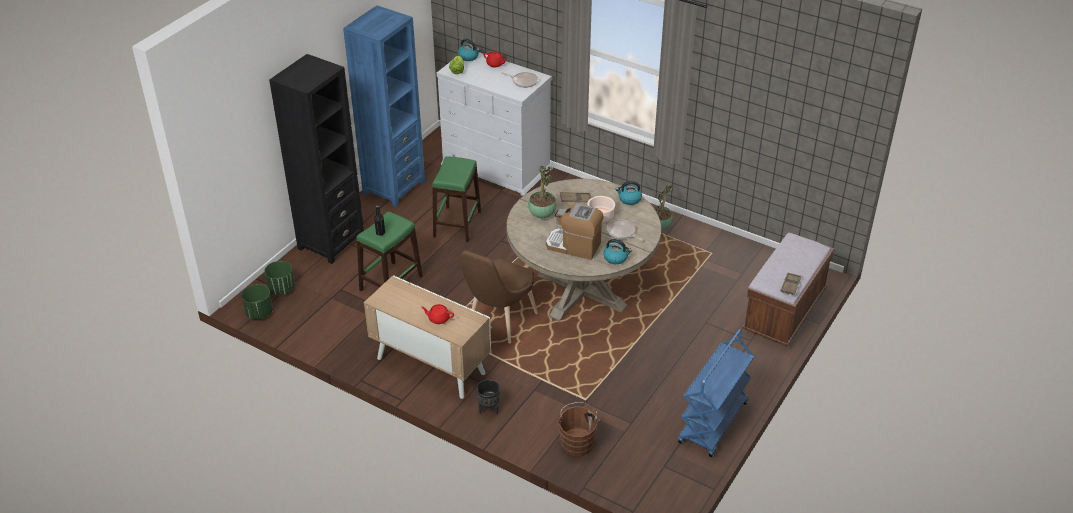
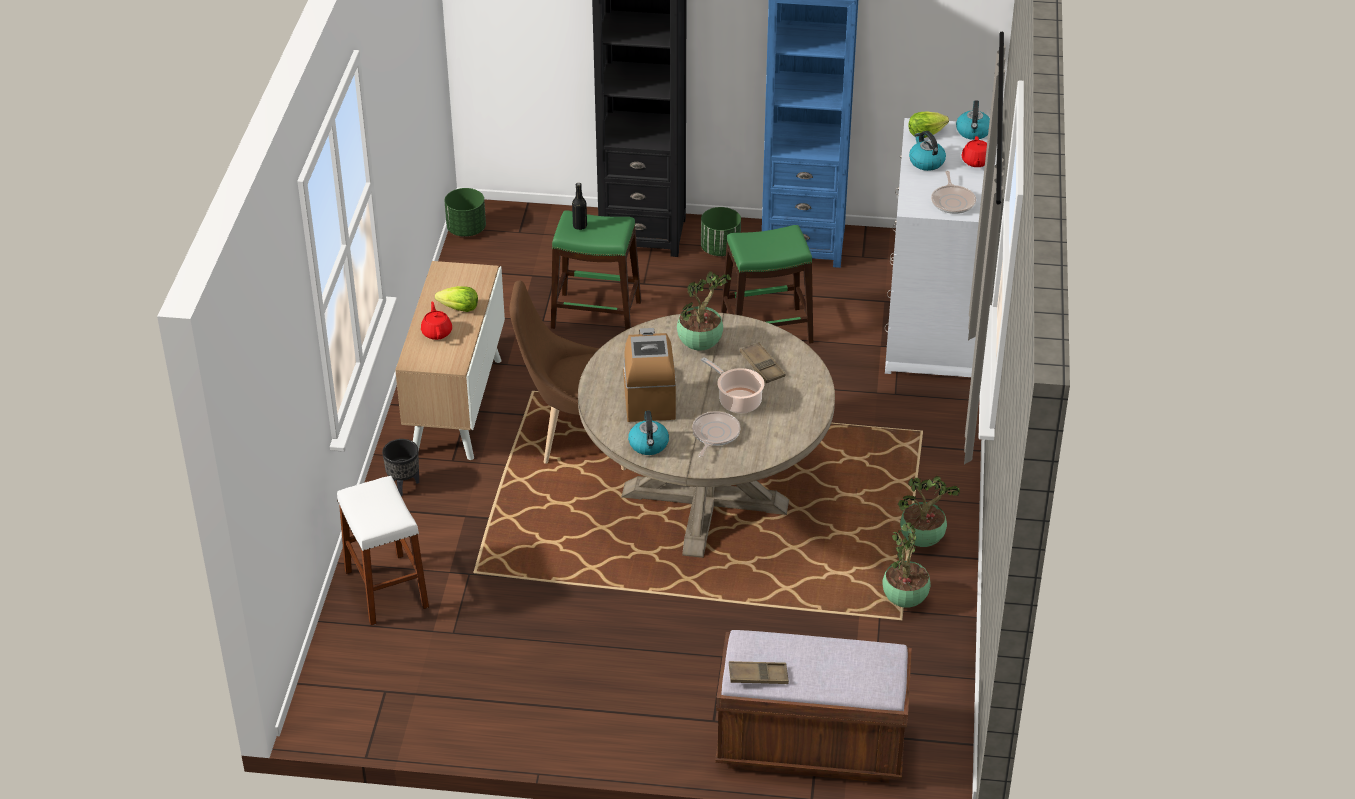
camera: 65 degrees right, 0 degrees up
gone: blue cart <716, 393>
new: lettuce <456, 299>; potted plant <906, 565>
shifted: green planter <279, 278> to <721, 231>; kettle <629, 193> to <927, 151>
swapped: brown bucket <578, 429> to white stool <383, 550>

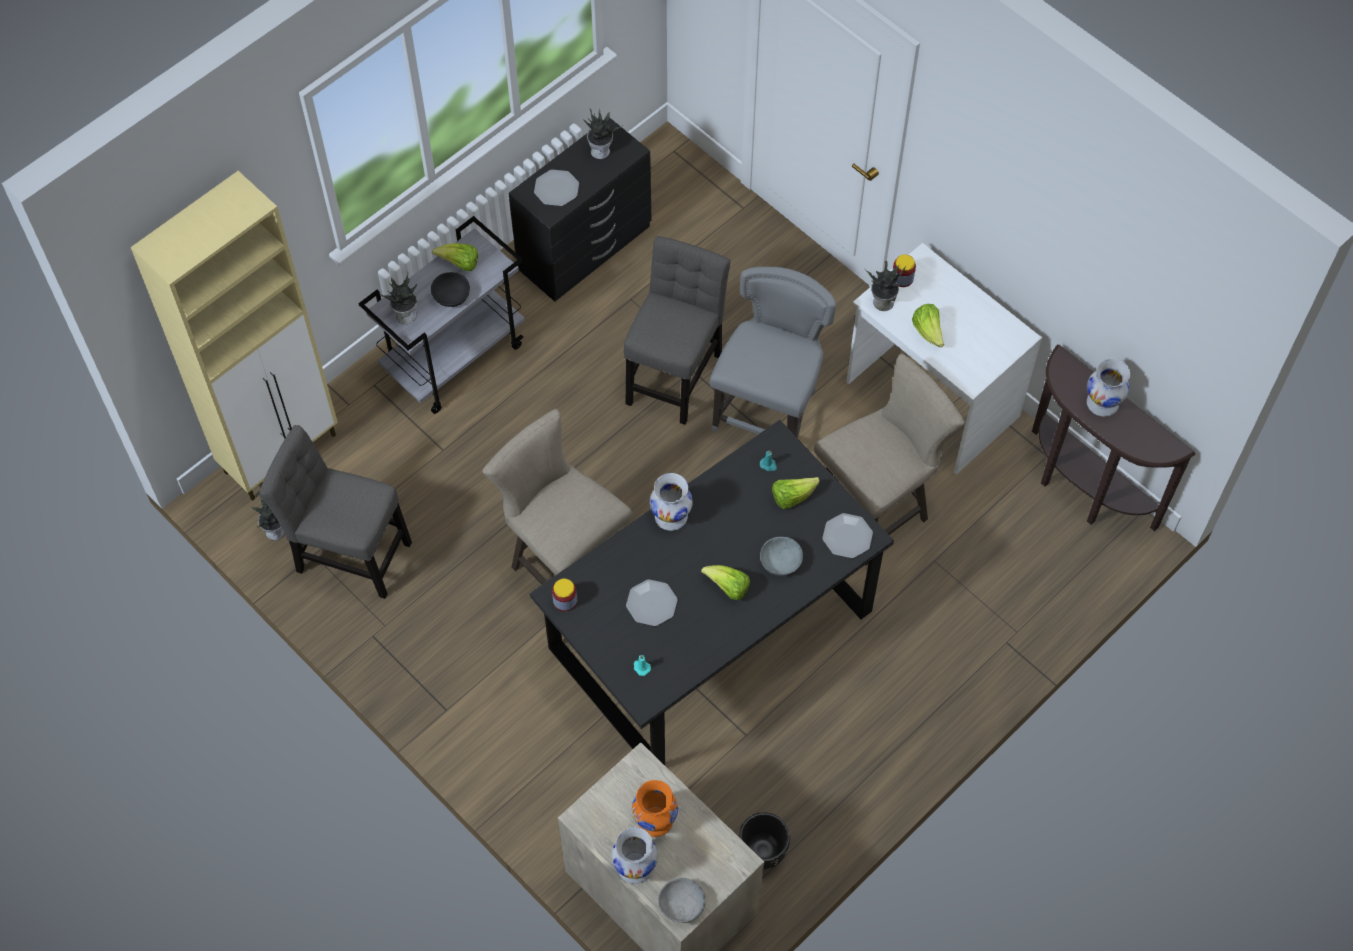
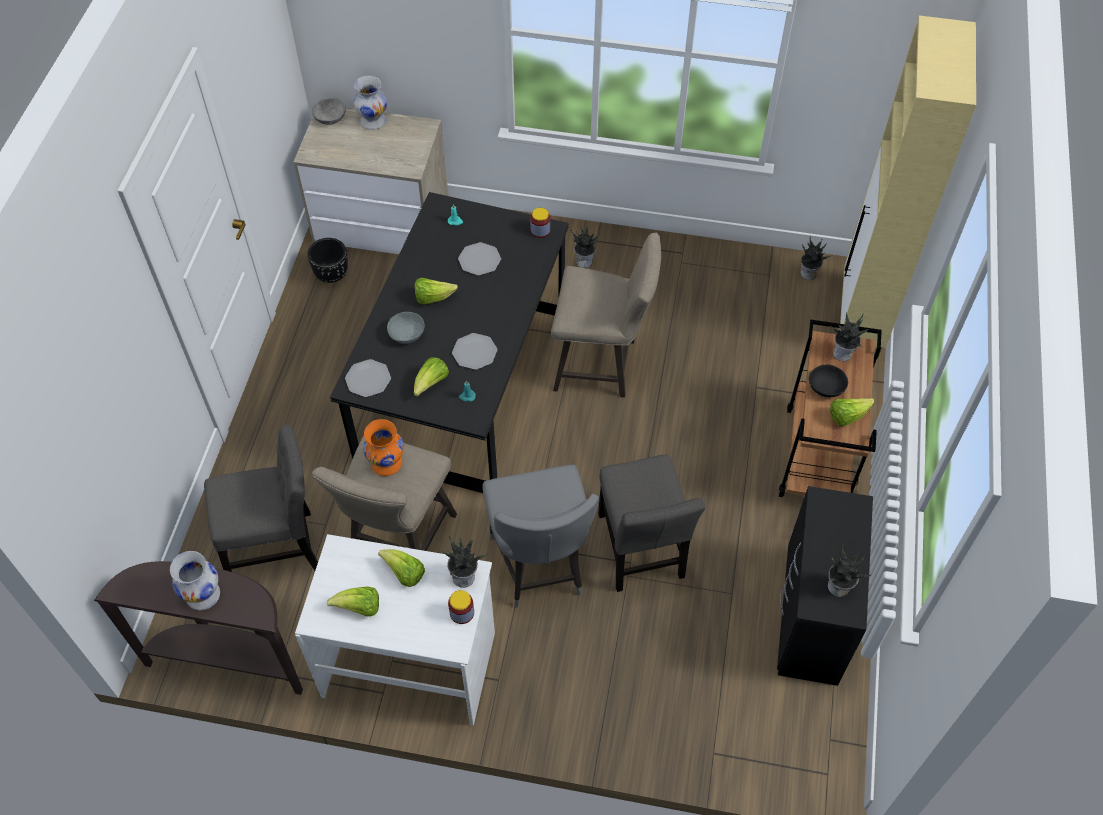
camera: 145 degrees right, 5 degrees down
gone: white vase <671, 502>
new: lettuce <353, 602>; potted plant <585, 247>
shifted: grey chair <335, 512> to <261, 498>; plate <556, 188> to <474, 351>; orange vase <655, 808> to <383, 447>
repainted: grey cart <441, 315> to brown cart <830, 408>

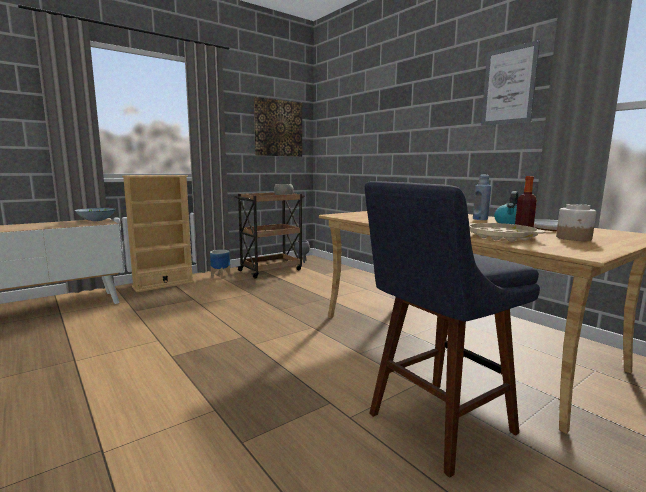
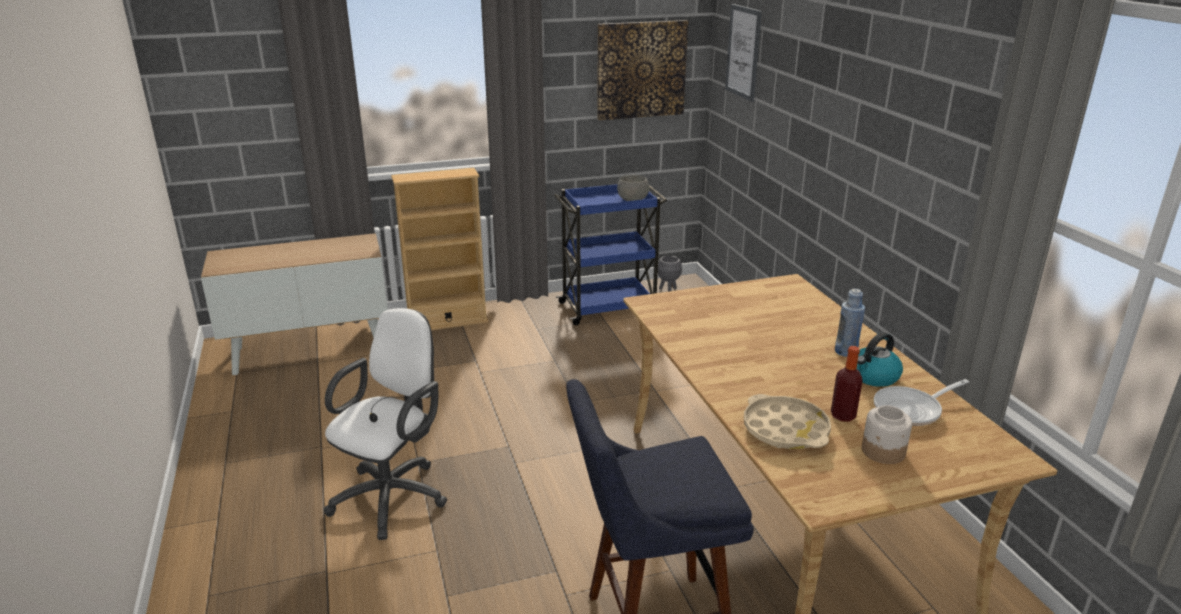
camera: 20 degrees right, 15 degrees up
gone: bowl <95, 214>; planter <220, 264>
new: white office chair <385, 424>
shifted: picture <510, 83> to <743, 53>
repainted: brown cart <269, 236> to blue cart <610, 254>

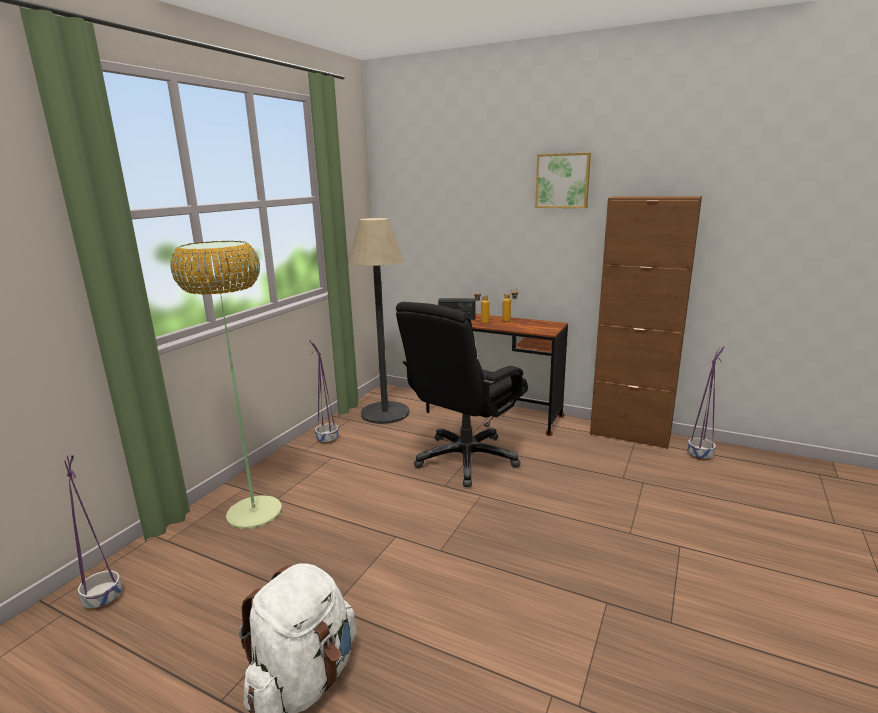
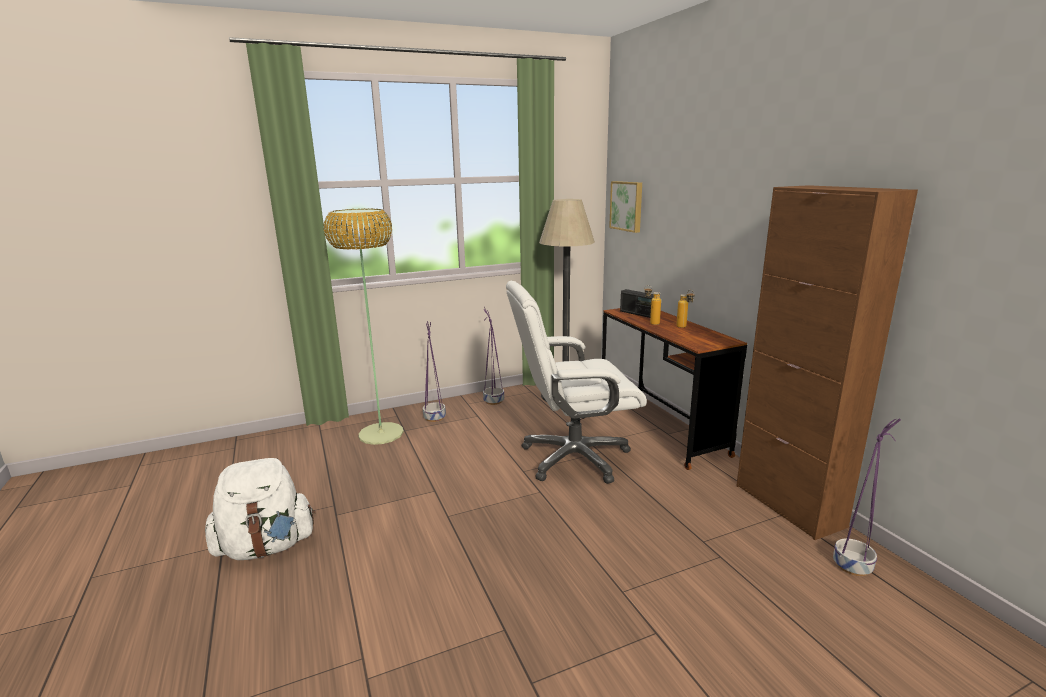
camera: 40 degrees right, 0 degrees up
shifted: purple planter <93, 532> to <434, 371>; picture <563, 180> to <625, 207>
repainted: black office chair <462, 394> to white office chair <576, 382>

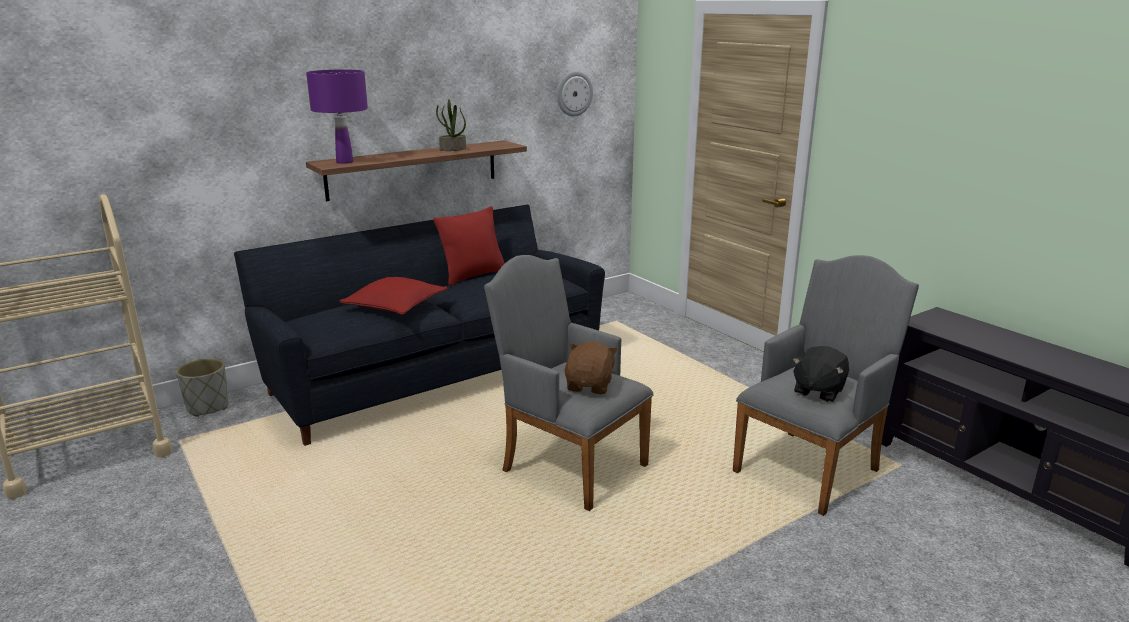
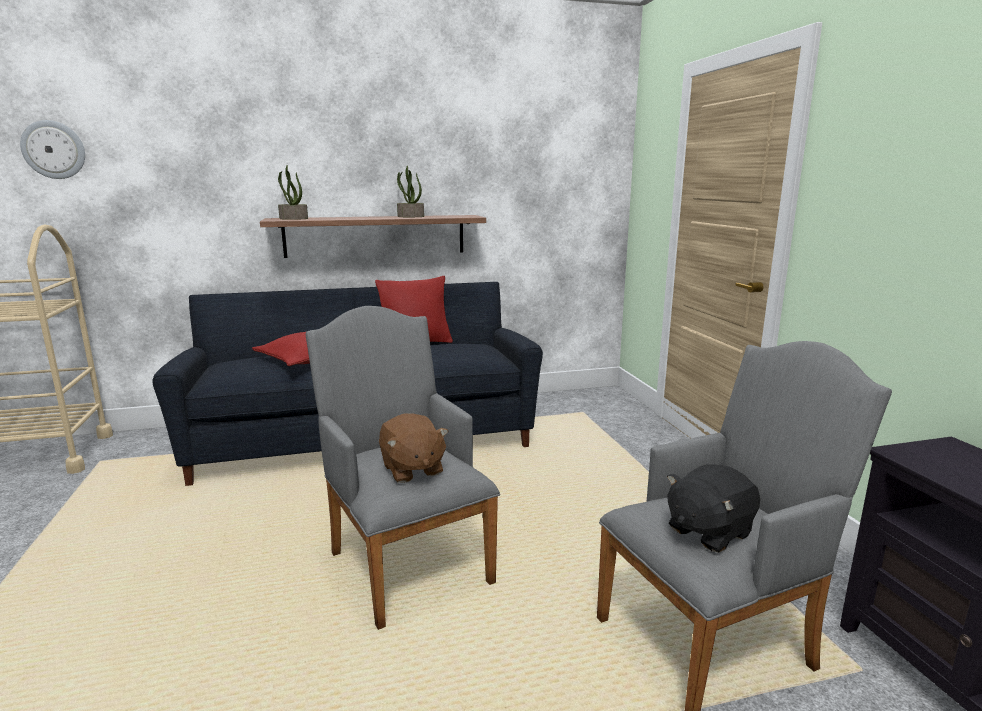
camera: 20 degrees right, 5 degrees down
gone: grey planter <202, 387>
shifted: wall clock <575, 94> to <52, 149>
swapped: purple table lamp <337, 117> to potted plant <293, 192>
rotated: brown plush toy <591, 367> = <413, 448> 120 degrees clockwise

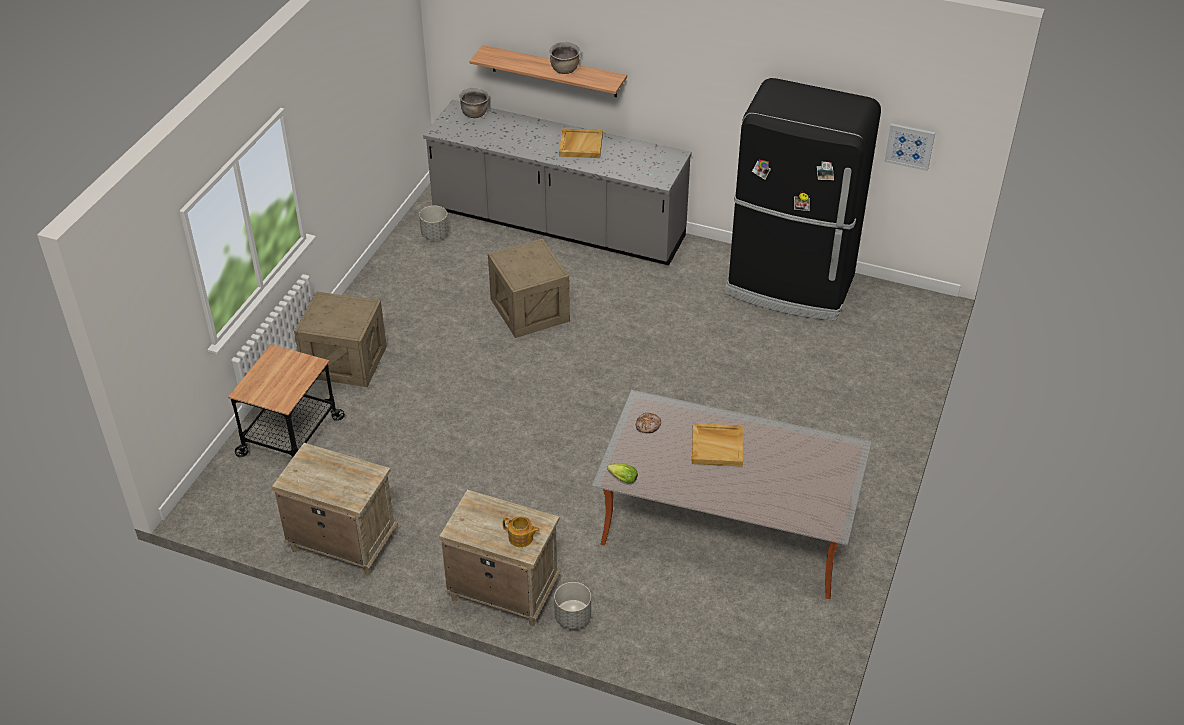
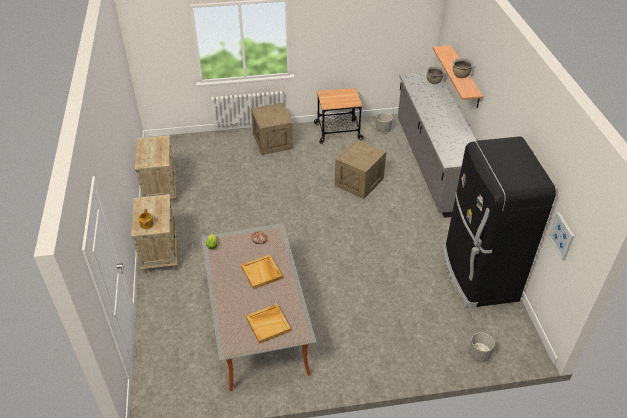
camera: 60 degrees right, 0 degrees up
shifted: cart <286, 400> to <339, 116>; grey planter <572, 605> to <482, 347>; beige tray <581, 143> to <268, 324>

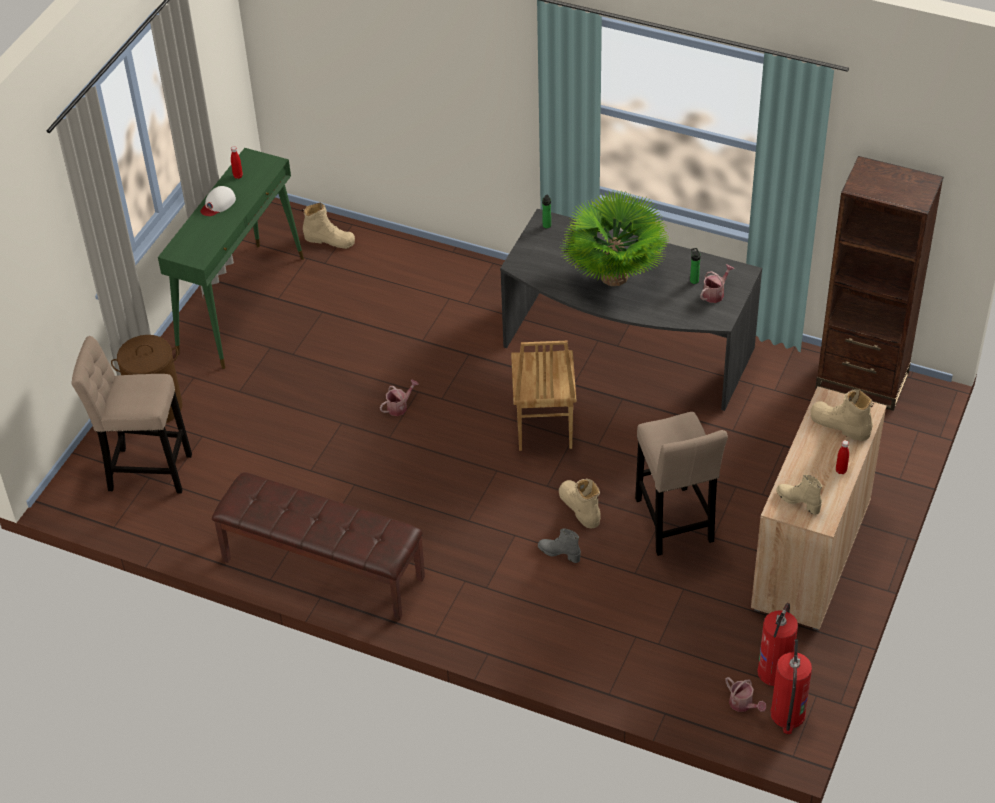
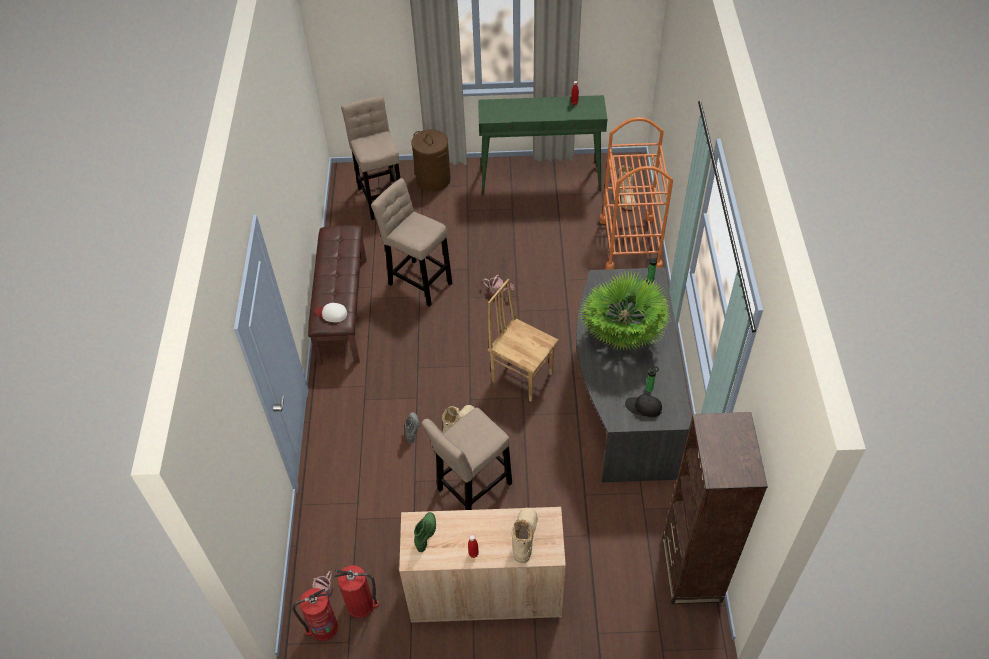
camera: 65 degrees right, 5 degrees up
new: beige stool <411, 242>; orange cart <636, 193>
shifted: white cap <218, 201> to <331, 312>
swapped: watering can <717, 283> to black cap <643, 405>
repainted: beige boot <799, 495> to green boot <425, 532>
rotated: brown chair <543, 396> = <523, 340> 60 degrees clockwise

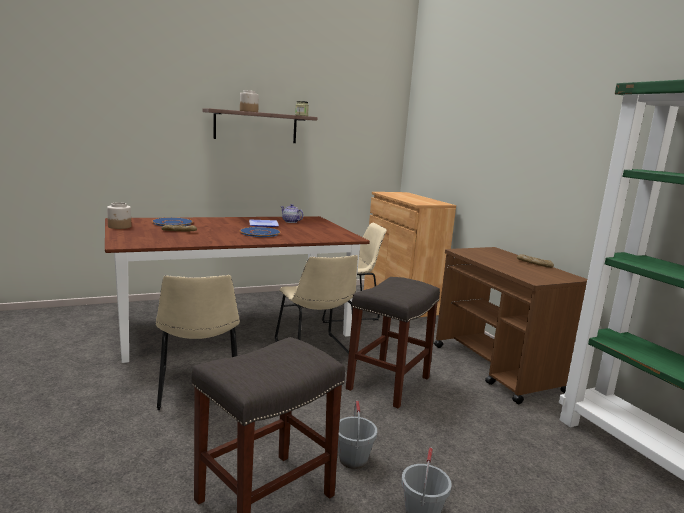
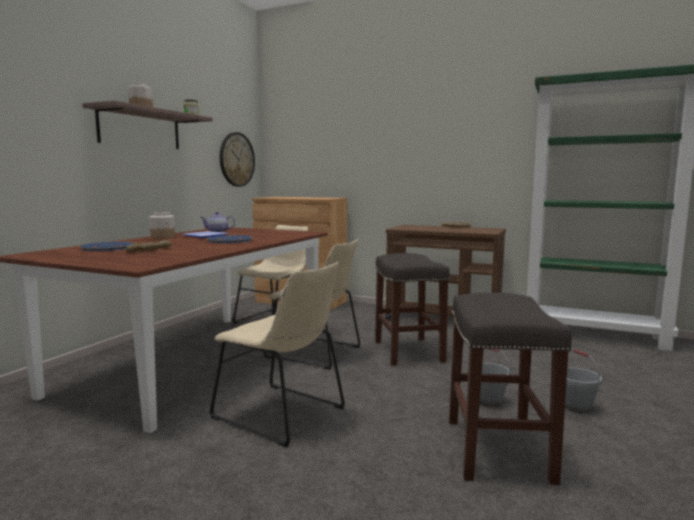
camera: 40 degrees left, 5 degrees down
new: wall clock <237, 159>
shifted: jar <119, 215> to <162, 225>

